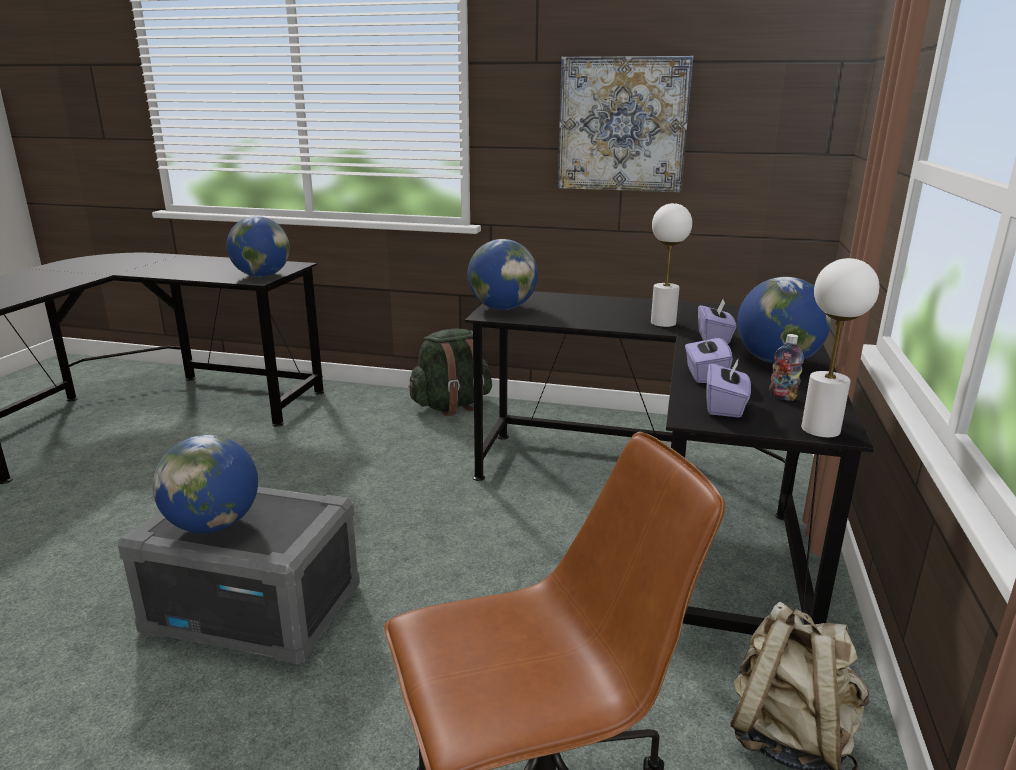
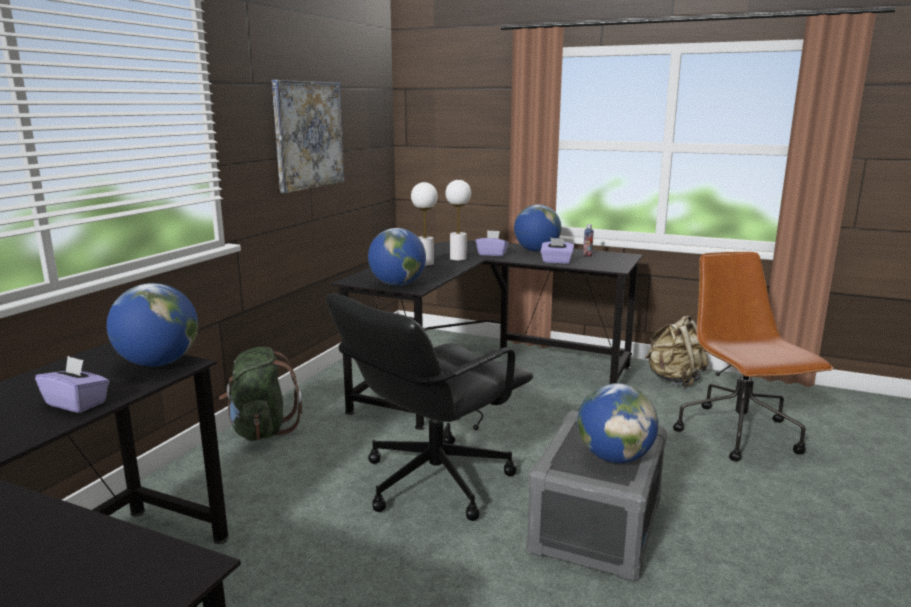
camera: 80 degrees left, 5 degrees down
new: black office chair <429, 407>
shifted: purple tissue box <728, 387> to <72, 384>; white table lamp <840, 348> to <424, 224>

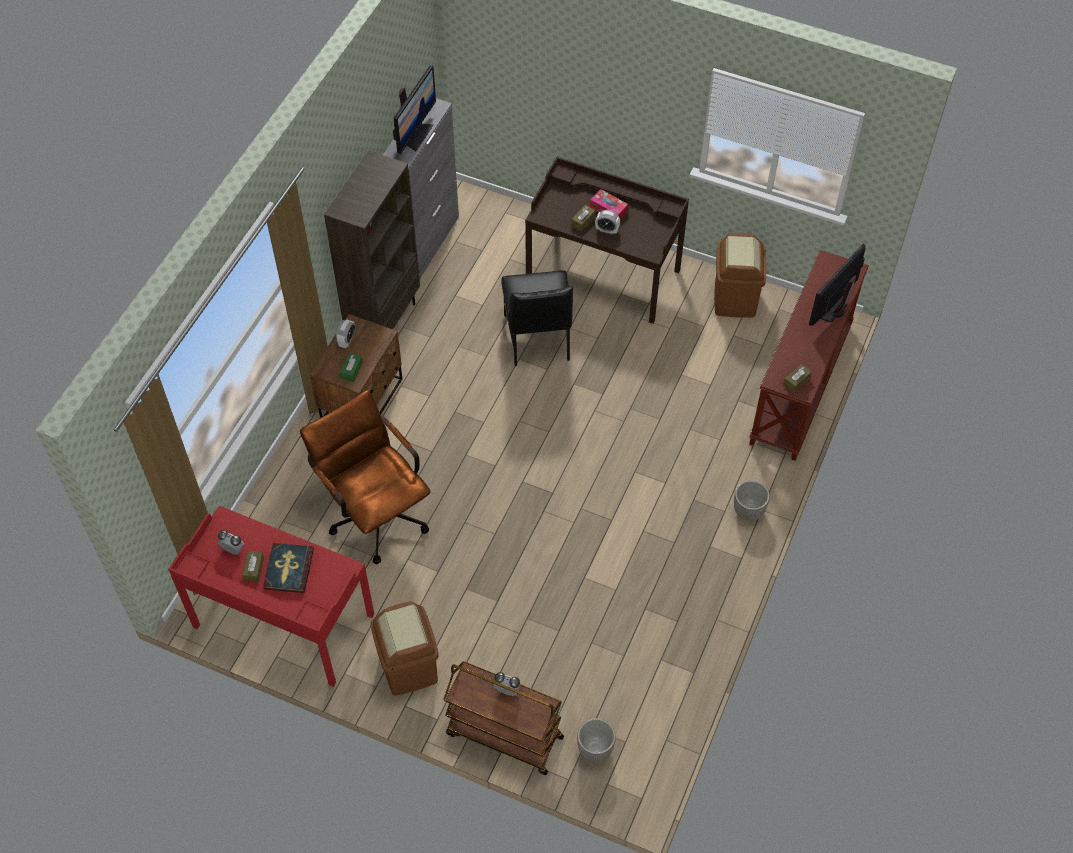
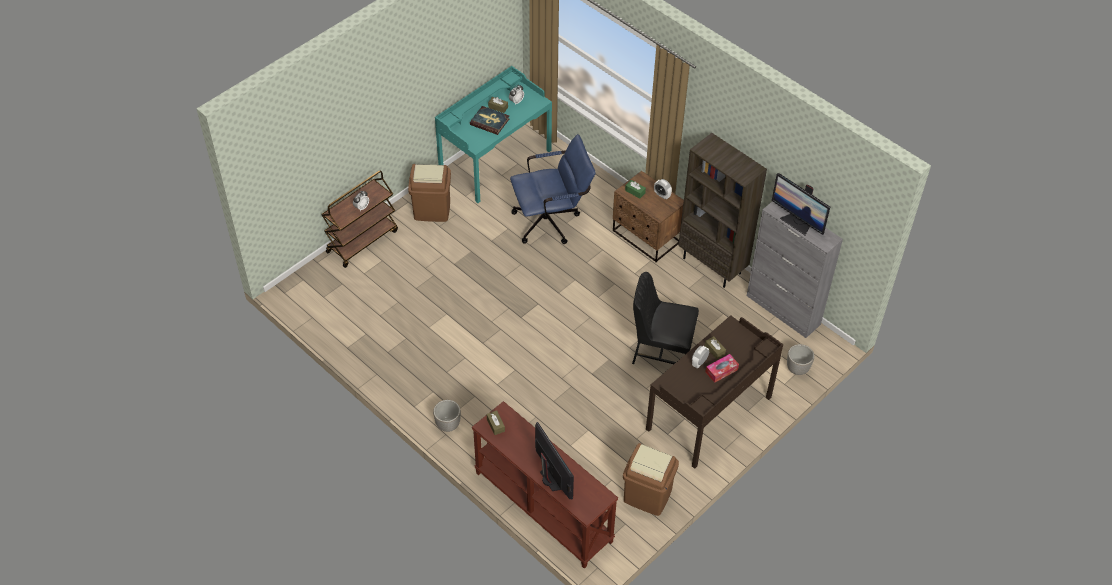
camera: 110 degrees right, 5 degrees down
shifted: planter <596, 740> to <800, 359>
repainted: red desk <271, 596> to turquoise desk <493, 134>; brown office chair <365, 477> to blue office chair <553, 189>

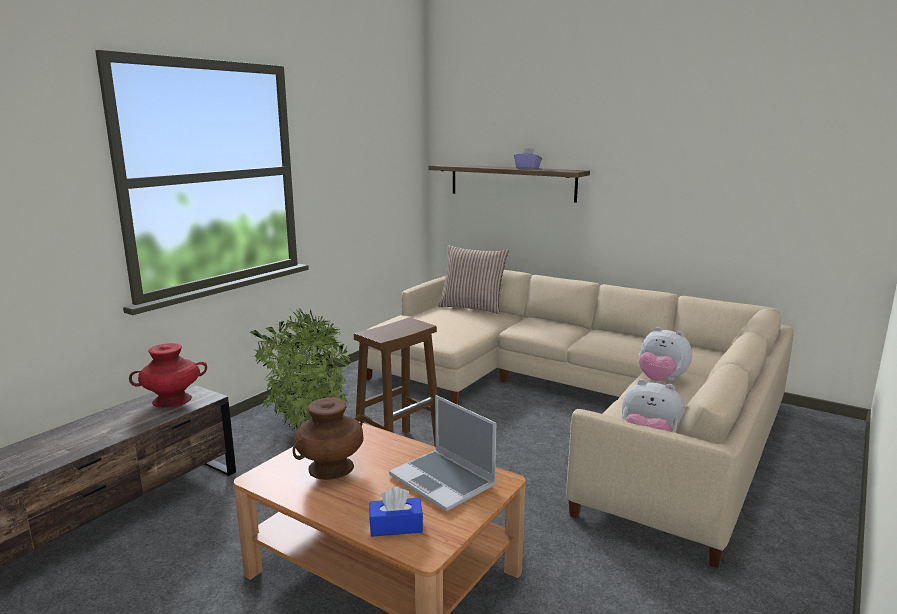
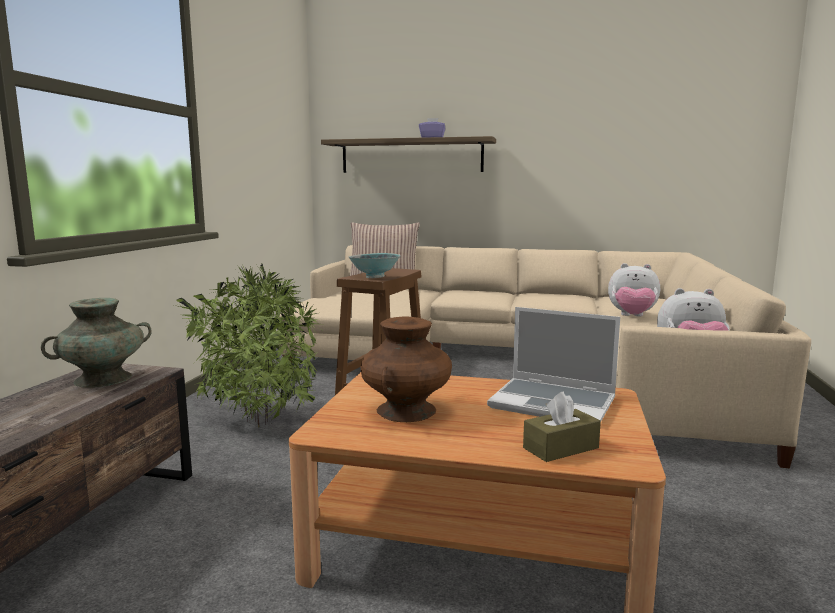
camera: 20 degrees left, 5 degrees down
new: bowl <375, 265>
repainted: red vase <168, 375> to turquoise vase <96, 343>; blue tissue box <396, 512> to brown tissue box <562, 426>

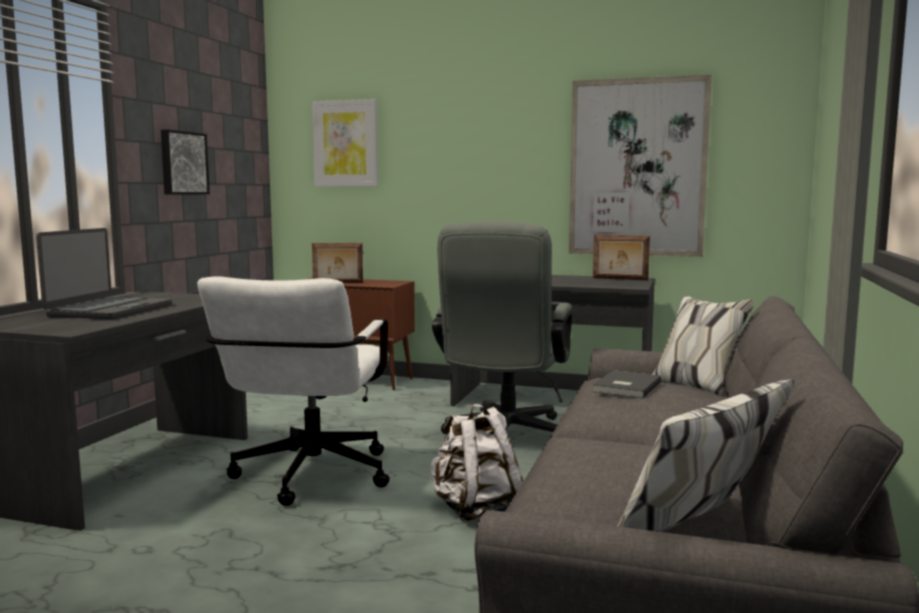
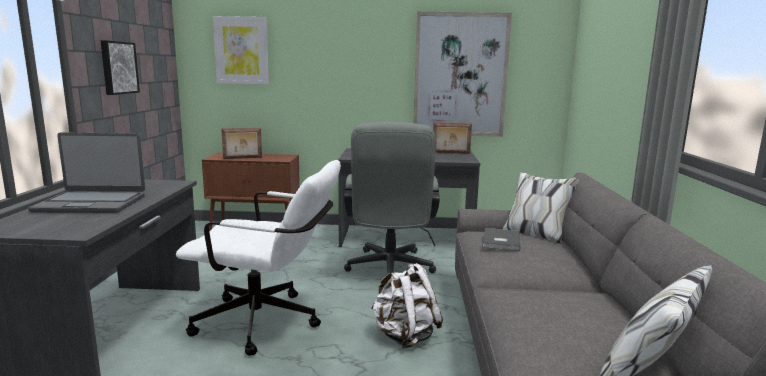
camera: 15 degrees left, 5 degrees up
rotated: laptop <104, 273> = <86, 172> 90 degrees clockwise; white office chair <293, 391> = <258, 258> 75 degrees counterclockwise

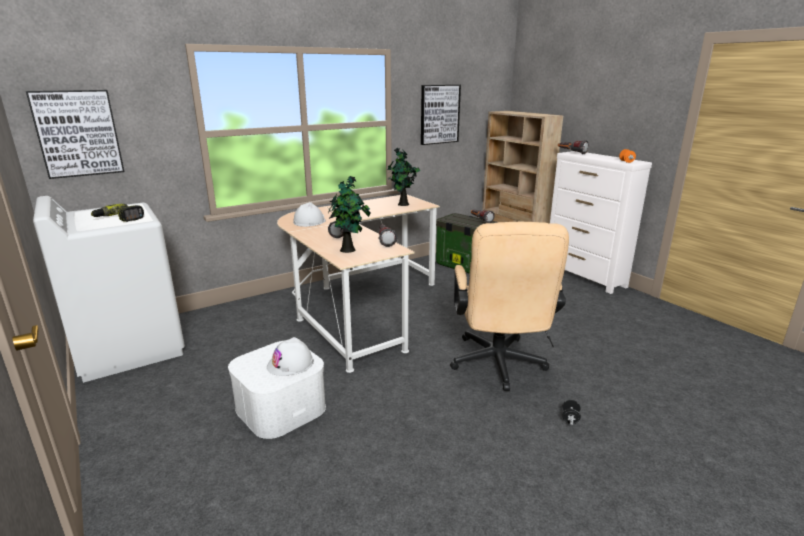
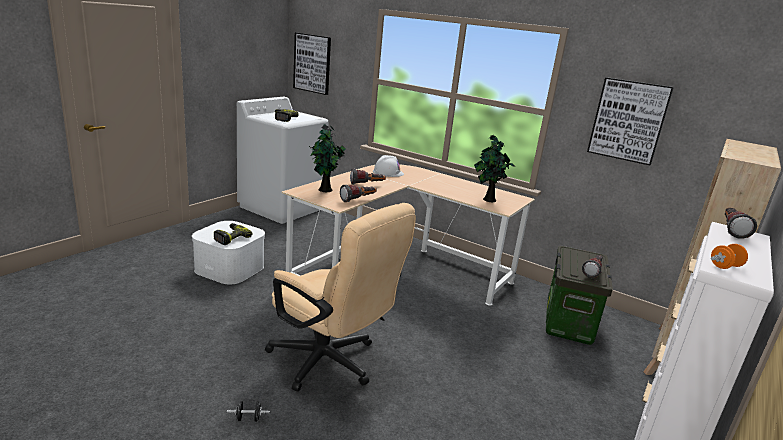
camera: 65 degrees right, 0 degrees up
swapped: white hard hat <290, 356> to power drill <233, 234>
rotated: beige office chair <509, 306> = <340, 297> 120 degrees counterclockwise

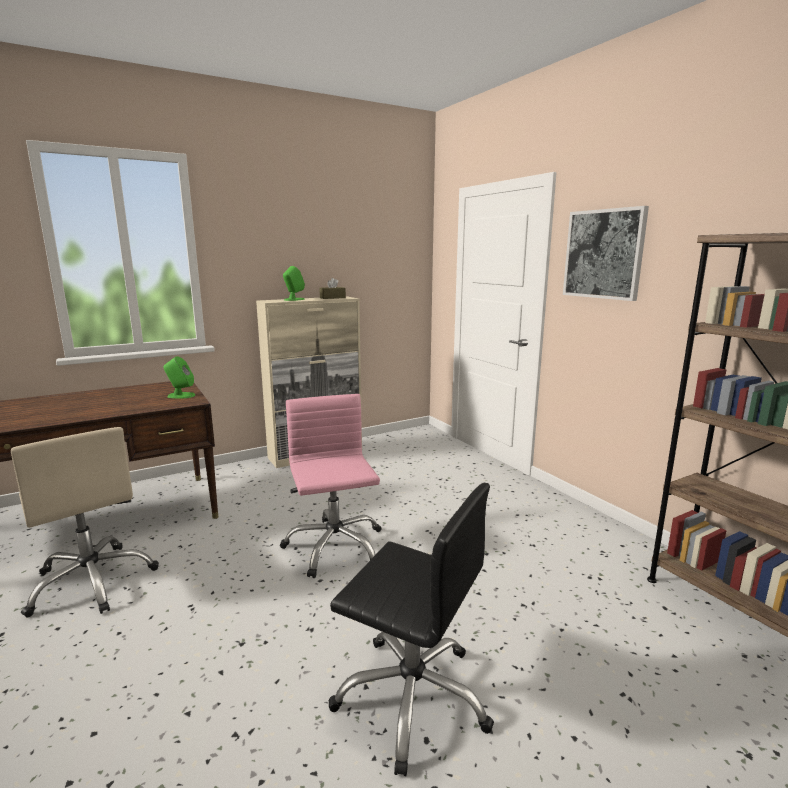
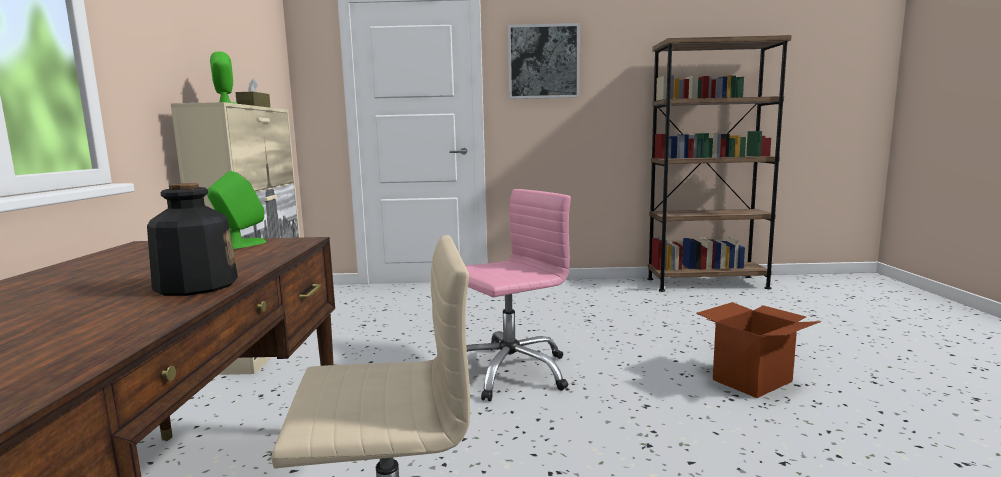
camera: 60 degrees left, 5 degrees down
new: bottle <192, 239>
swapped: black office chair <411, 629> to cardboard box <758, 350>
rotated: pink office chair <330, 486> = <518, 295> 135 degrees clockwise

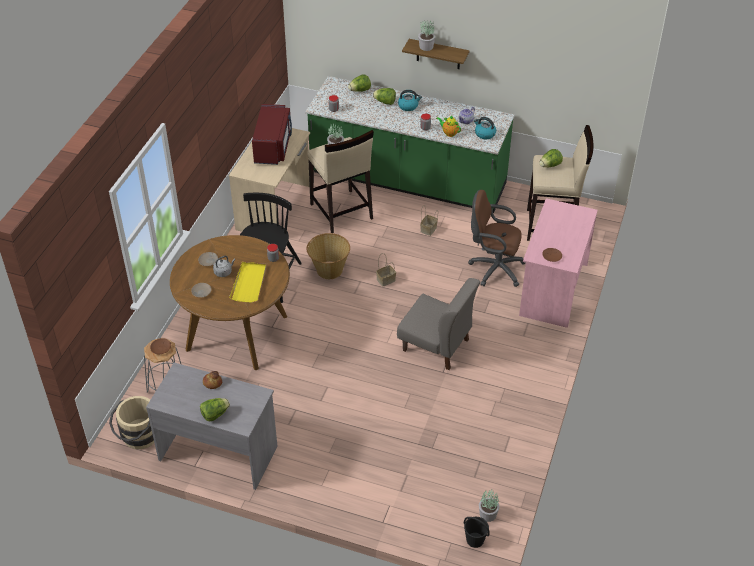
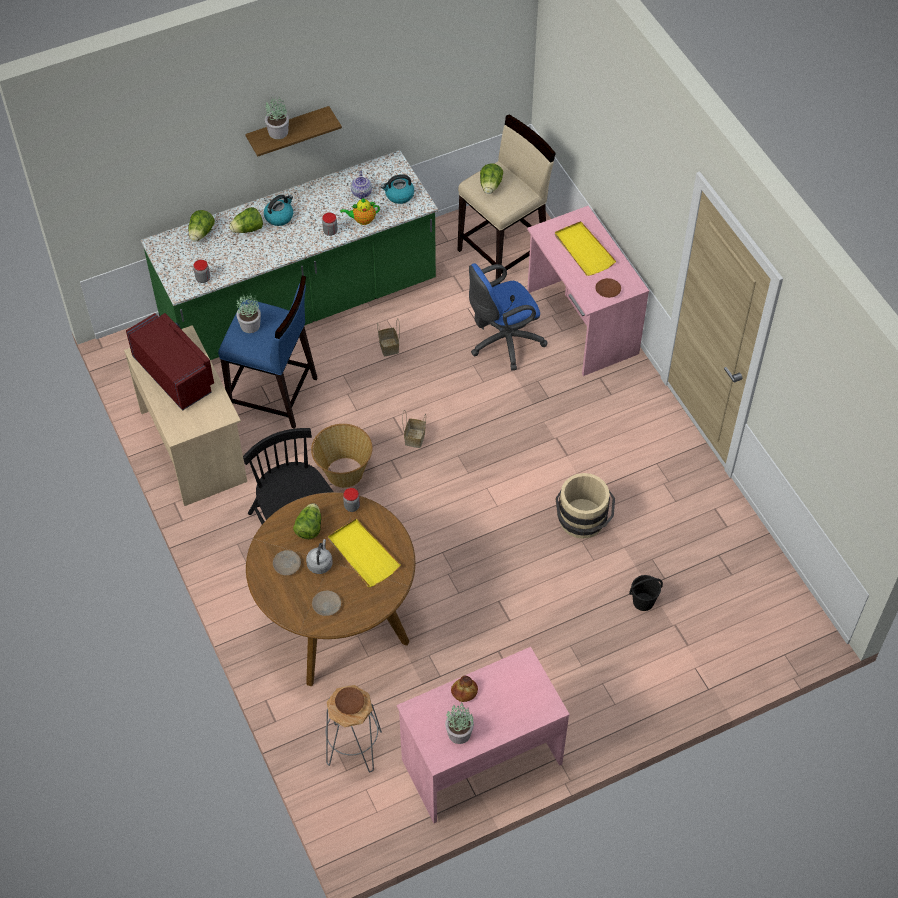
camera: 45 degrees left, 10 degrees up
gone: grey chair <438, 324>
new: yellow tray <585, 248>
shifted: beige bucket <131, 422> to <585, 506>; lettuce <215, 409> to <307, 521>; black bucket <477, 532> to <646, 593>; potted plant <489, 506> to <459, 723>
repainted: grey desk <212, 426> to pink desk <483, 735>; beige stool <340, 181> to blue stool <267, 352>; brown office chair <496, 238> to blue office chair <508, 316>

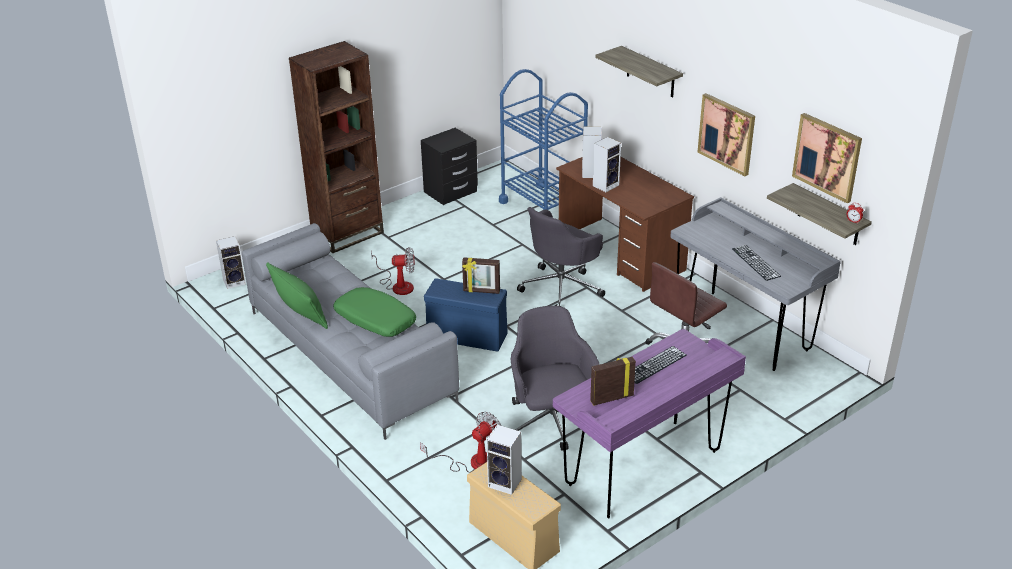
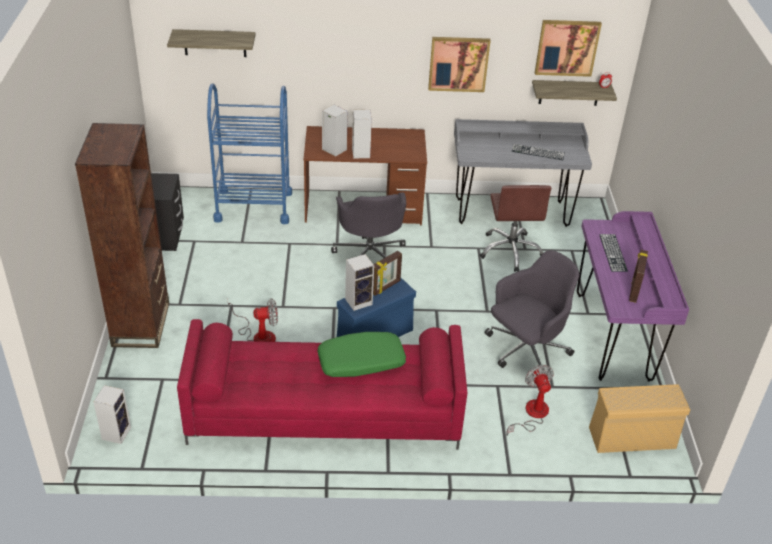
camera: 55 degrees left, 5 degrees up
gone: green pillow <297, 295>
shifted: speaker <504, 460> to <359, 282>; shelf <639, 72> to <211, 43>
repainted: grey sofa <350, 331> to red sofa <322, 384>
rotated: fan <393, 271> = <252, 320> 45 degrees clockwise; grey office chair <555, 378> = <532, 314> 120 degrees clockwise

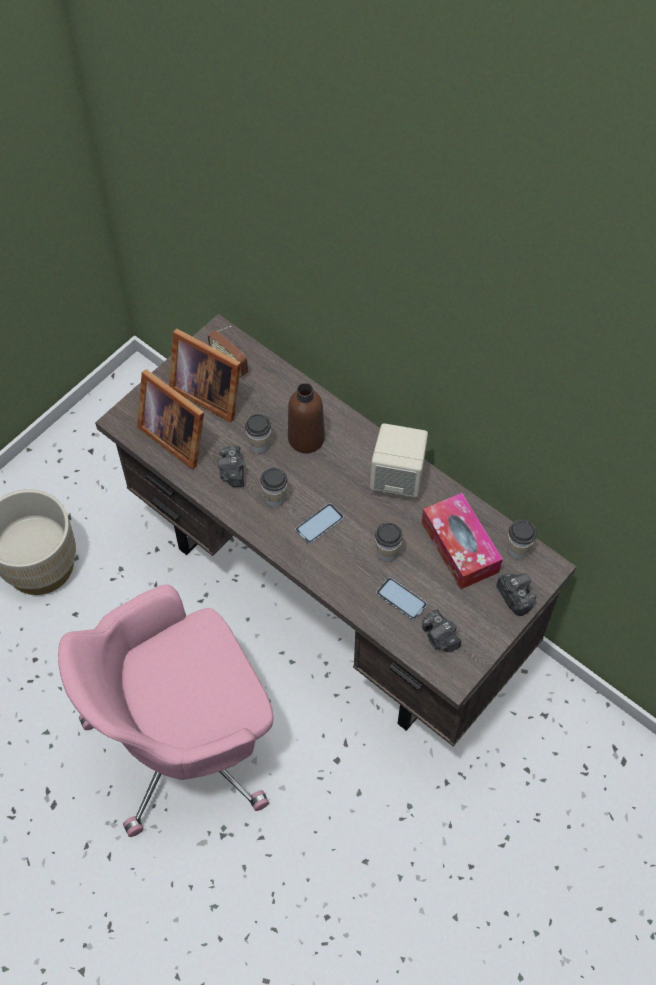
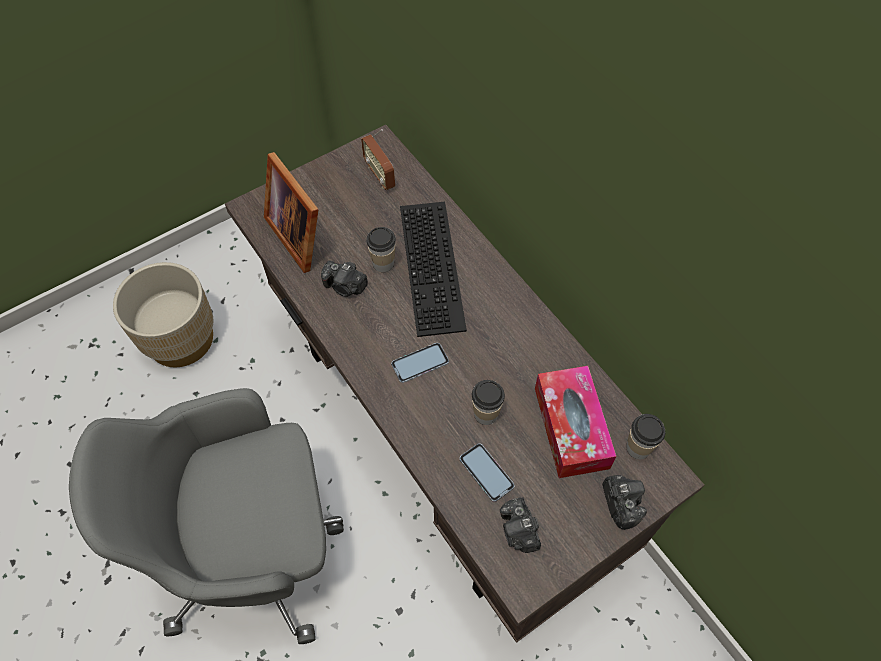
camera: 15 degrees right, 0 degrees up
gone: picture frame <205, 376>; cup <274, 487>; beige speaker <399, 460>
swapped: brown bottle <306, 418> to keyboard <433, 269>
repainted: pink office chair <166, 710> to grey office chair <206, 516>
rotated: photo camera <231, 466> = <344, 278> 75 degrees counterclockwise

